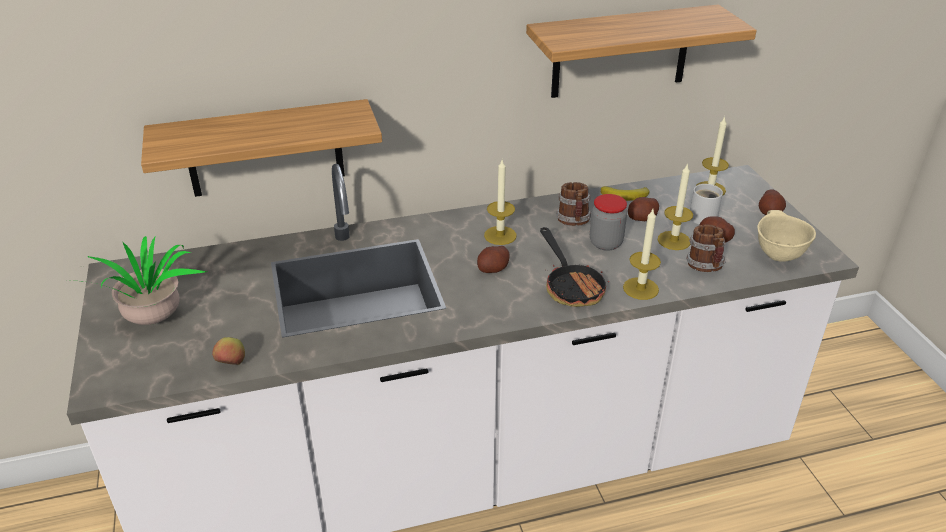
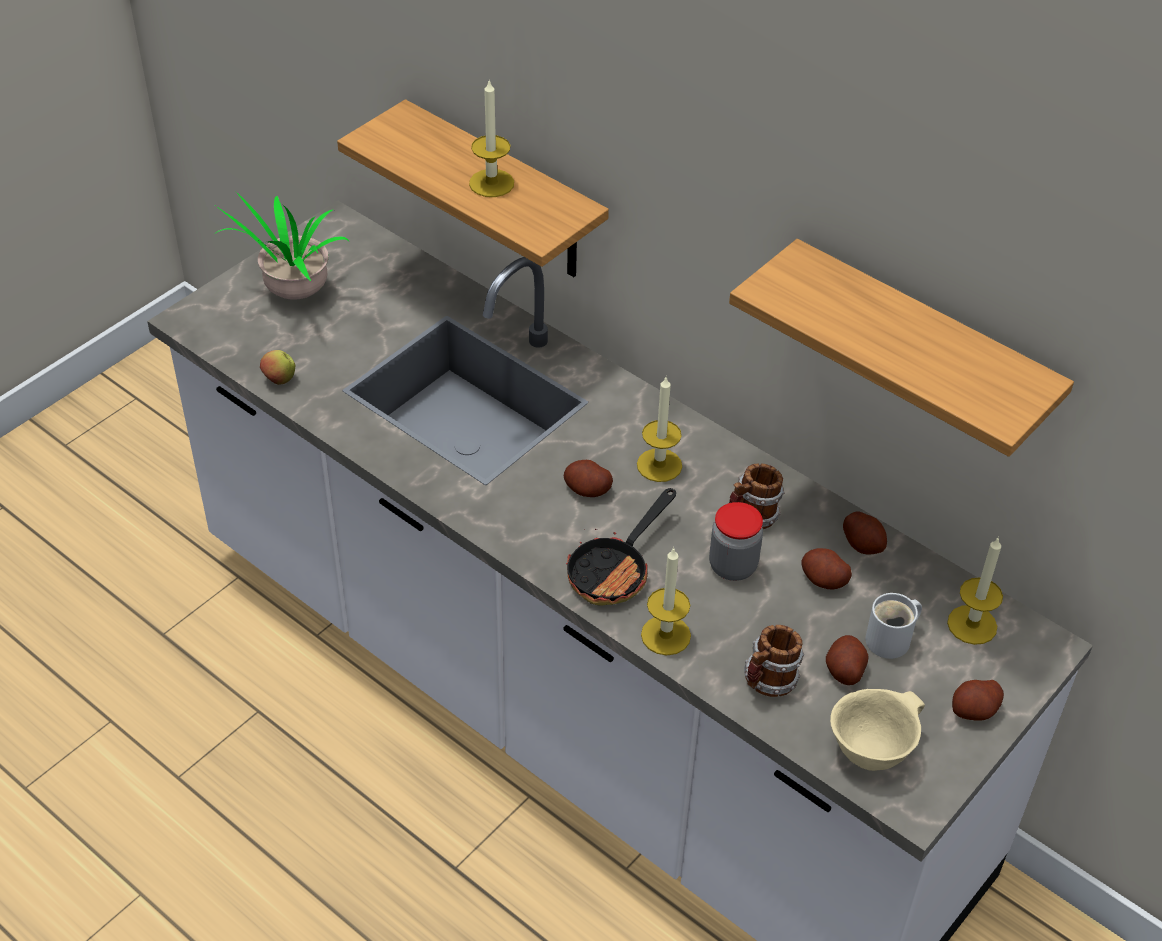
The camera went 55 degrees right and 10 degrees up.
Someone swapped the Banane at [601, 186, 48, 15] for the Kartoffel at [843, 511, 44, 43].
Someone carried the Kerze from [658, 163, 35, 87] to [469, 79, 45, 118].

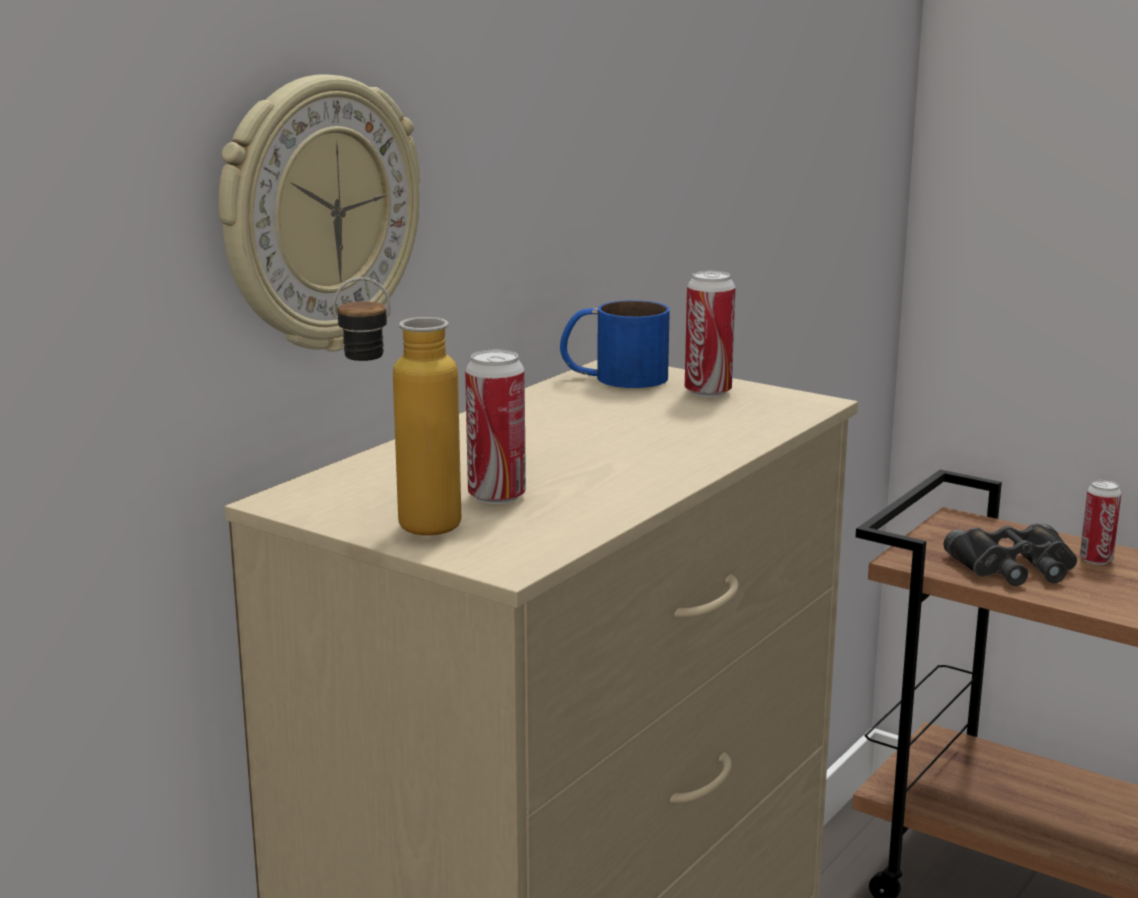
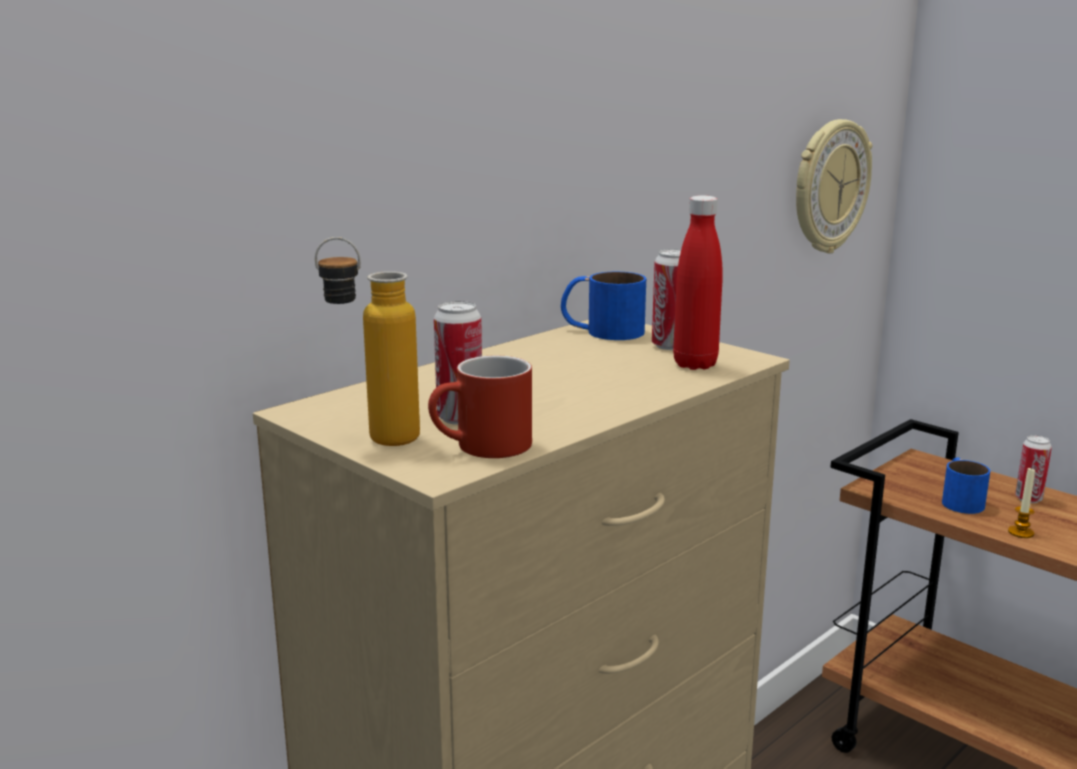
The camera went 10 degrees right and 0 degrees up.
Someone carried the Wanduhr from [219, 74, 201, 278] to [796, 119, 77, 134].
Someone swapped the Fernglas (schwarz) at [944, 523, 133, 63] for the Henkelbecher (blau) at [942, 458, 48, 56].
Someone put down the Henkelbecher (rot) at [428, 356, 104, 102].
Someone put down the Flasche (rot) at [673, 195, 50, 175].
Someone put down the Kerze at [1008, 467, 27, 71].

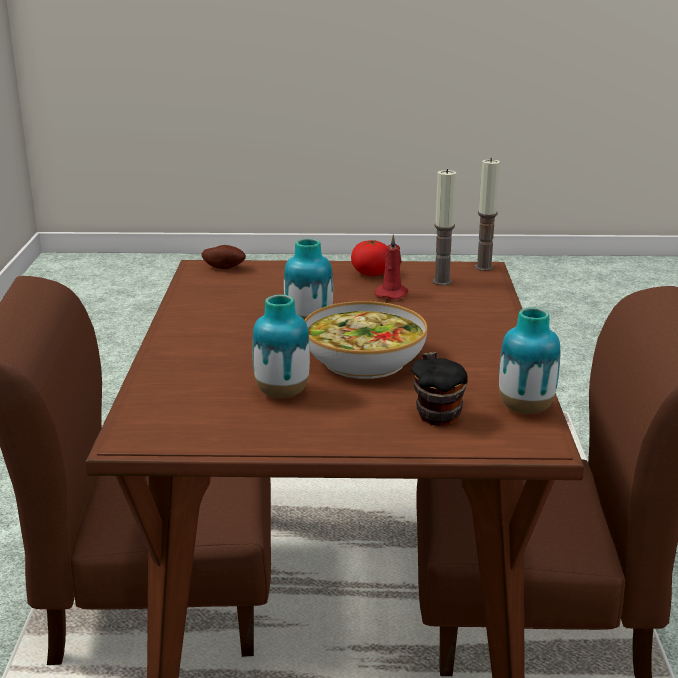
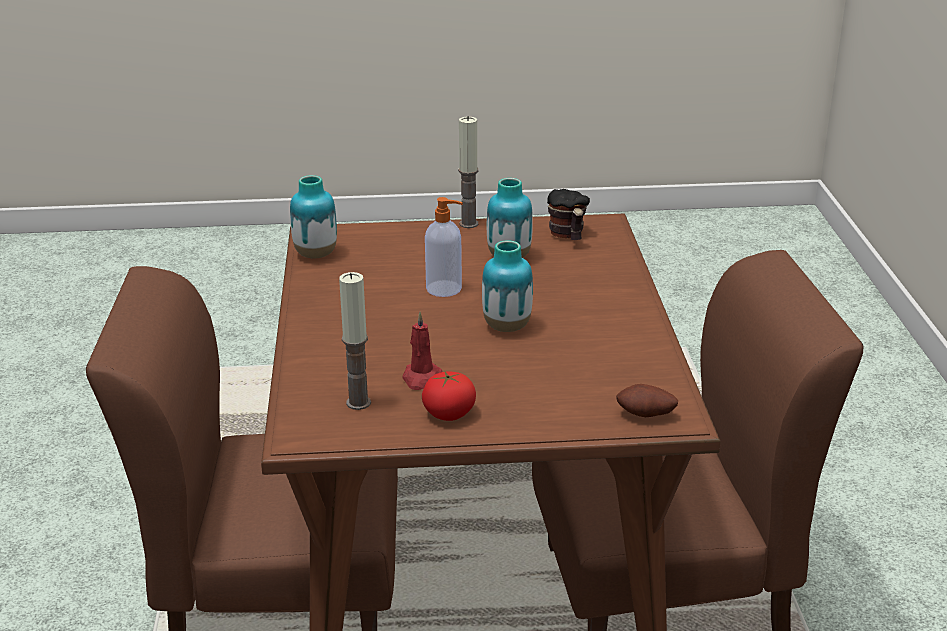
The camera went 175 degrees right and 5 degrees up.
Someone swapped the Schüssel at [305, 301, 122, 78] for the Seifenspender at [425, 197, 38, 100].
Someone carried the Henkelbecher from [411, 352, 57, 74] to [547, 189, 43, 51].
Someone carried the Kerze from [475, 158, 25, 113] to [458, 116, 20, 112].

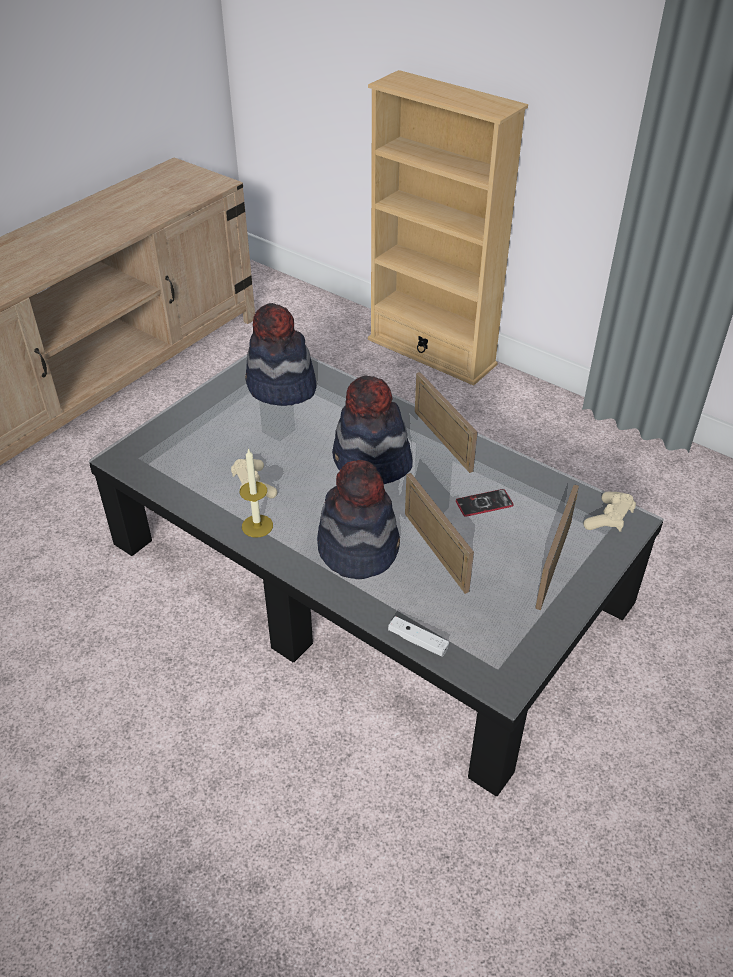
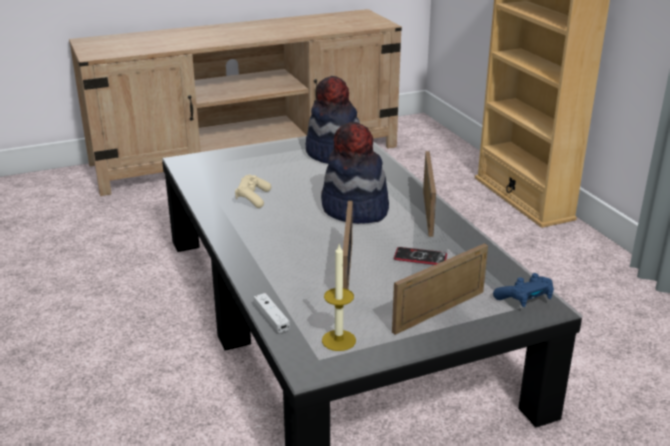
The camera went 30 degrees right and 15 degrees down.
Someone carried the Kerze from [240, 448, 33, 90] to [322, 244, 34, 107].
Someone took away the Hut at [317, 460, 83, 119].
Someone repainted the Gamepad (beige) at [583, 492, 53, 40], which became the Gamepad (blau) at [493, 273, 61, 34].

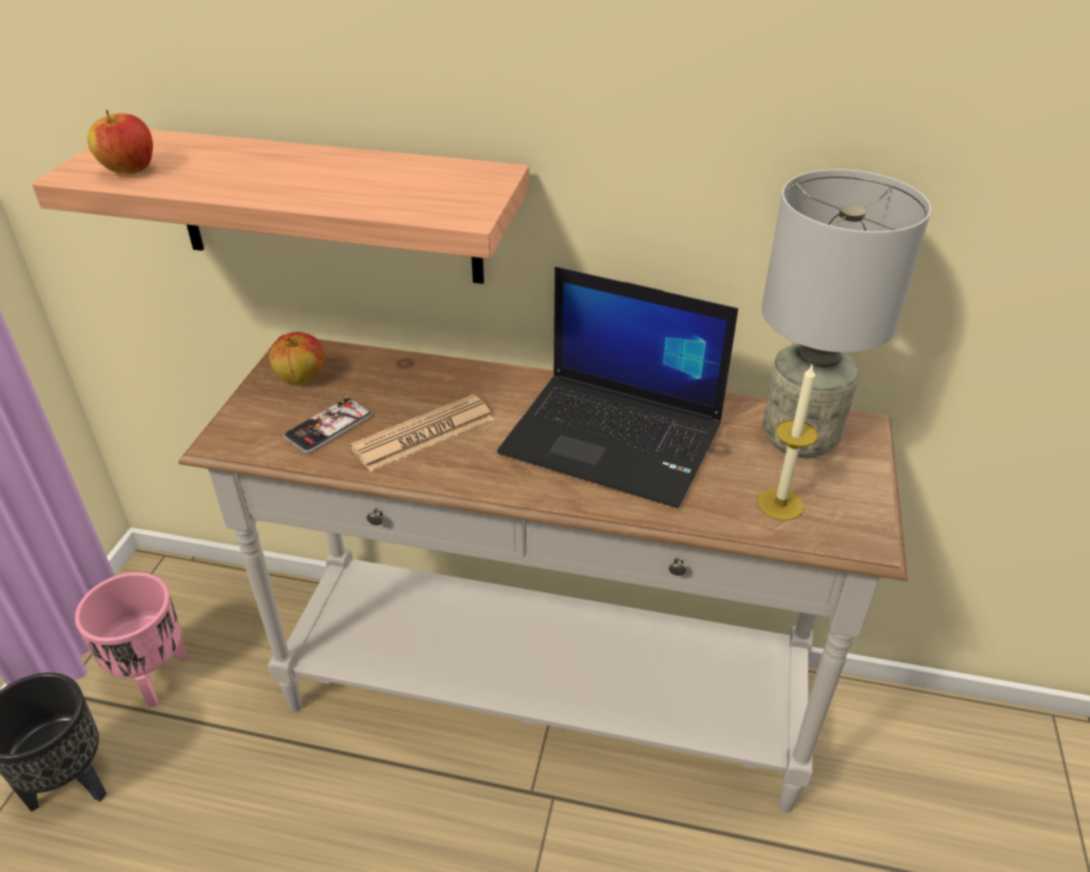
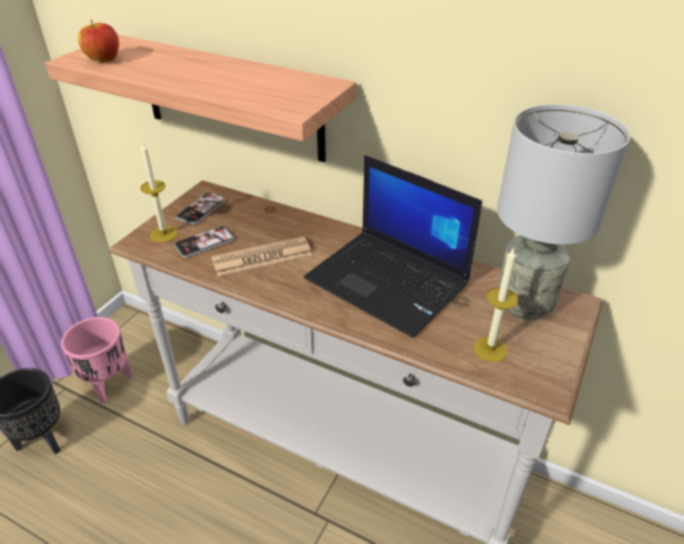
The camera went 15 degrees right and 0 degrees up.
Someone swapped the Apfel at [269, 332, 56, 52] for the Handy at [176, 193, 50, 32].
Someone put down the Kerze at [141, 143, 37, 99].

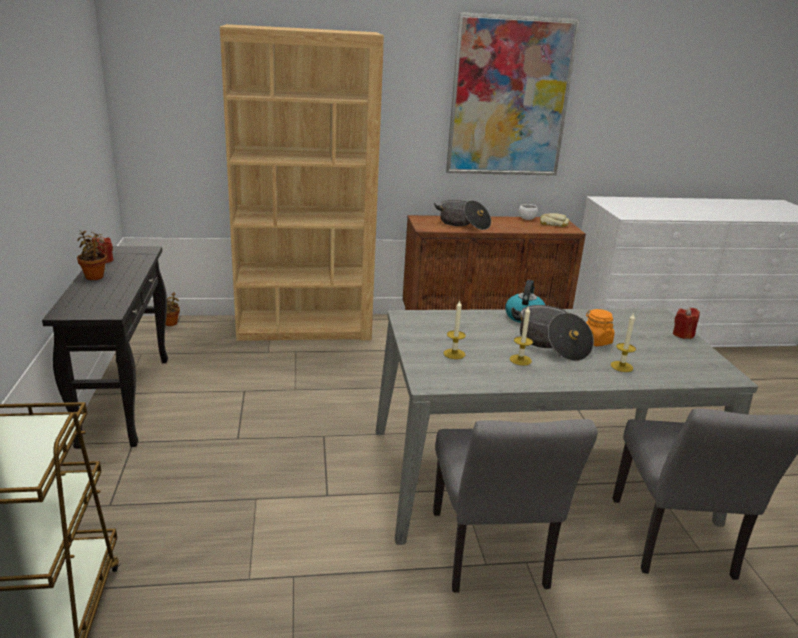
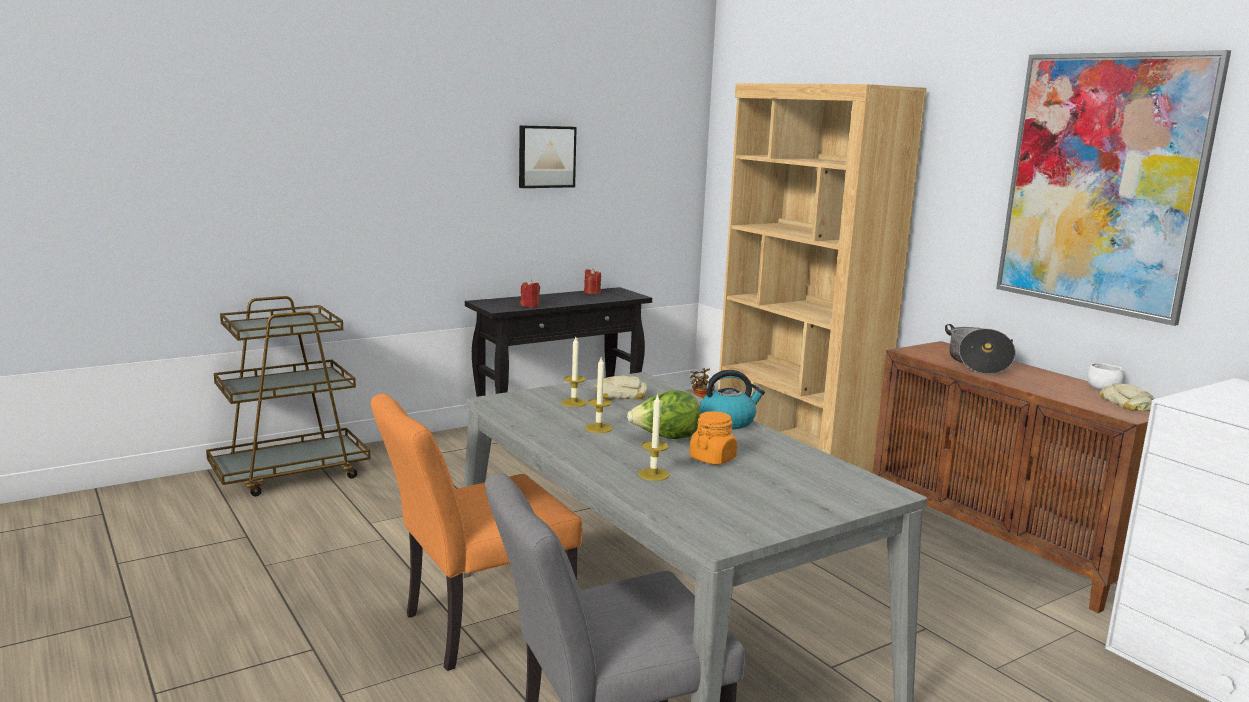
The camera went 65 degrees right and 10 degrees down.
Someone took away the Topfpflanze at [77, 230, 30, 50].
Someone repainted the Stuhl (grau) at [433, 419, 165, 174], which became the Stuhl (orange) at [371, 394, 211, 277].
Someone swapped the Kochtopf at [511, 305, 83, 56] for the Salatkopf at [627, 390, 74, 49].
Someone carried the Kerze (rot) from [673, 307, 27, 32] to [520, 280, 20, 27].
Someone put up the Bild at [519, 125, 58, 63].
Someone put down the Brot at [595, 376, 52, 23].

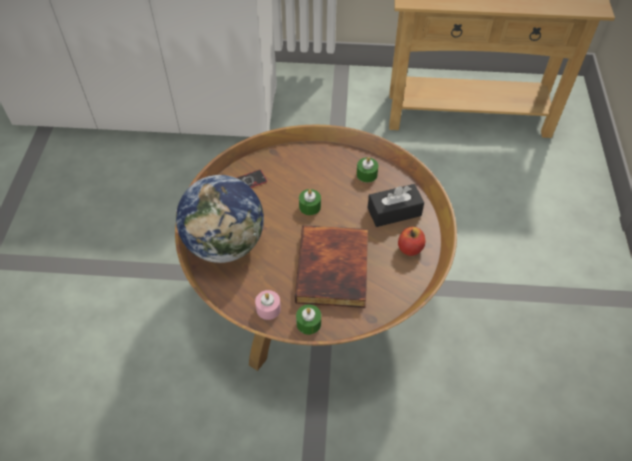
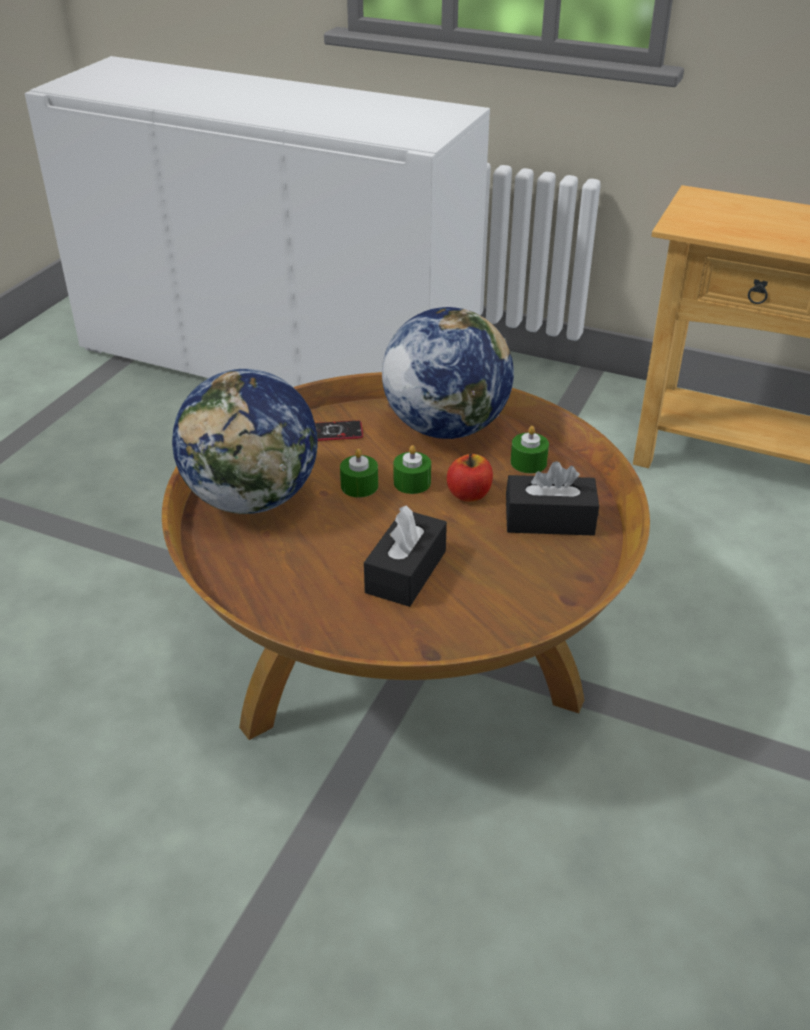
The camera went 20 degrees right and 15 degrees down.
Someone took away the Kerze (rosa) at [255, 290, 26, 30].
Someone swapped the Buch at [295, 225, 73, 83] for the Taschentuchbox (schwarz) at [364, 506, 83, 101].
Someone carried the Kerze (grün) from [296, 304, 25, 31] to [340, 449, 38, 48].
Someone carried the Apfel from [398, 227, 27, 29] to [447, 454, 46, 47].
Someone put down the Globus at [382, 307, 132, 132].

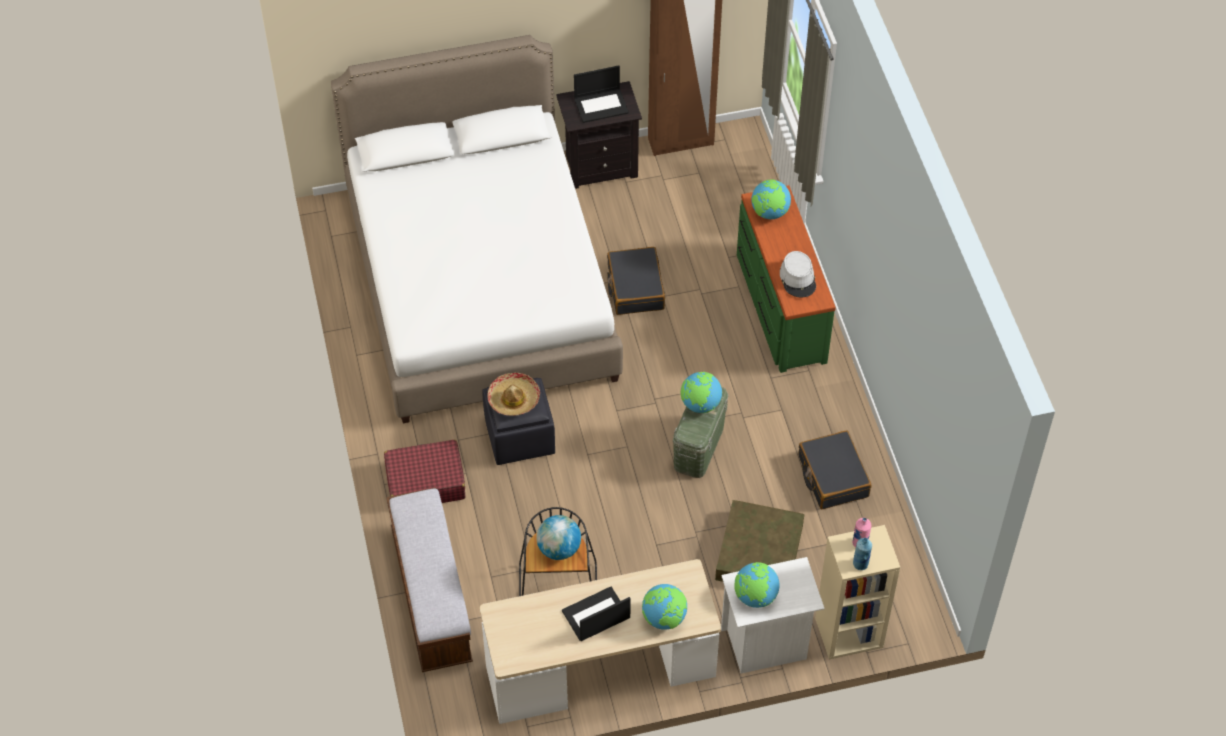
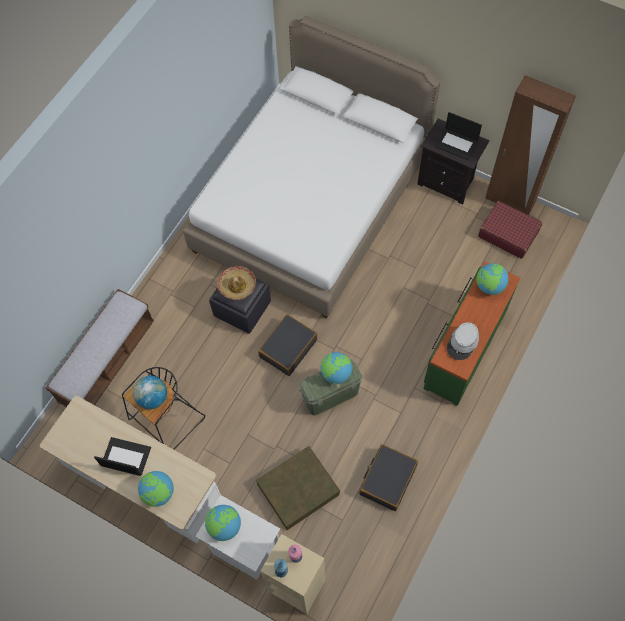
The camera went 45 degrees right and 10 degrees up.
Someone carried the Koffer (rot) from [384, 440, 81, 63] to [478, 201, 65, 58].
Someone carried the Koffer (schwarz) from [607, 247, 58, 68] to [258, 314, 59, 62].

